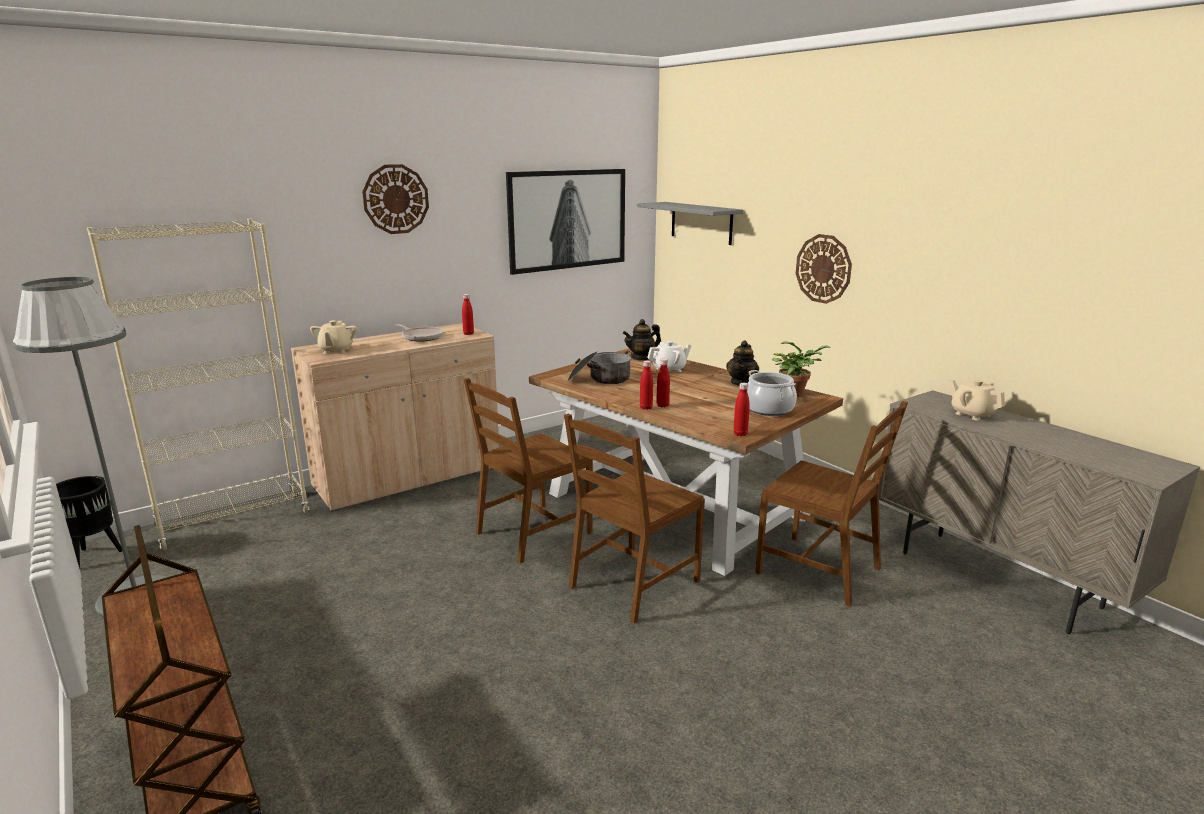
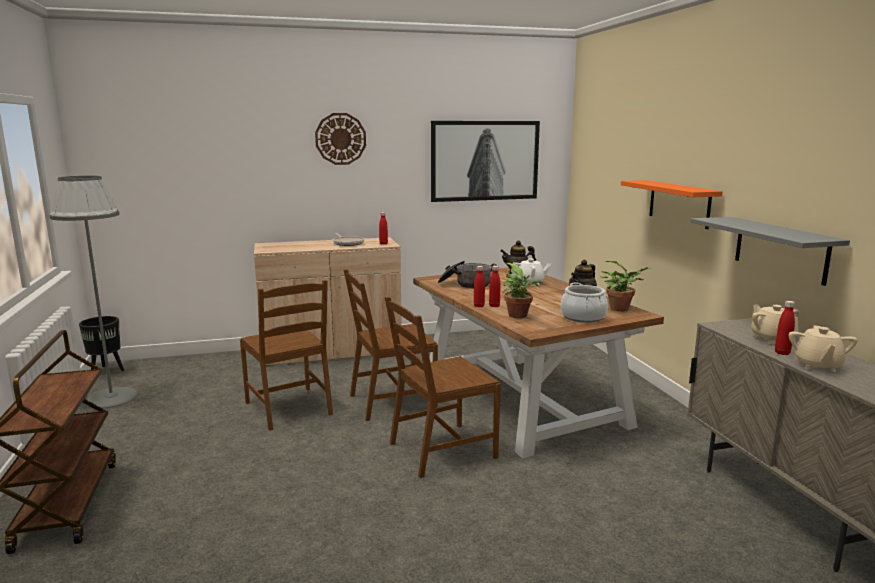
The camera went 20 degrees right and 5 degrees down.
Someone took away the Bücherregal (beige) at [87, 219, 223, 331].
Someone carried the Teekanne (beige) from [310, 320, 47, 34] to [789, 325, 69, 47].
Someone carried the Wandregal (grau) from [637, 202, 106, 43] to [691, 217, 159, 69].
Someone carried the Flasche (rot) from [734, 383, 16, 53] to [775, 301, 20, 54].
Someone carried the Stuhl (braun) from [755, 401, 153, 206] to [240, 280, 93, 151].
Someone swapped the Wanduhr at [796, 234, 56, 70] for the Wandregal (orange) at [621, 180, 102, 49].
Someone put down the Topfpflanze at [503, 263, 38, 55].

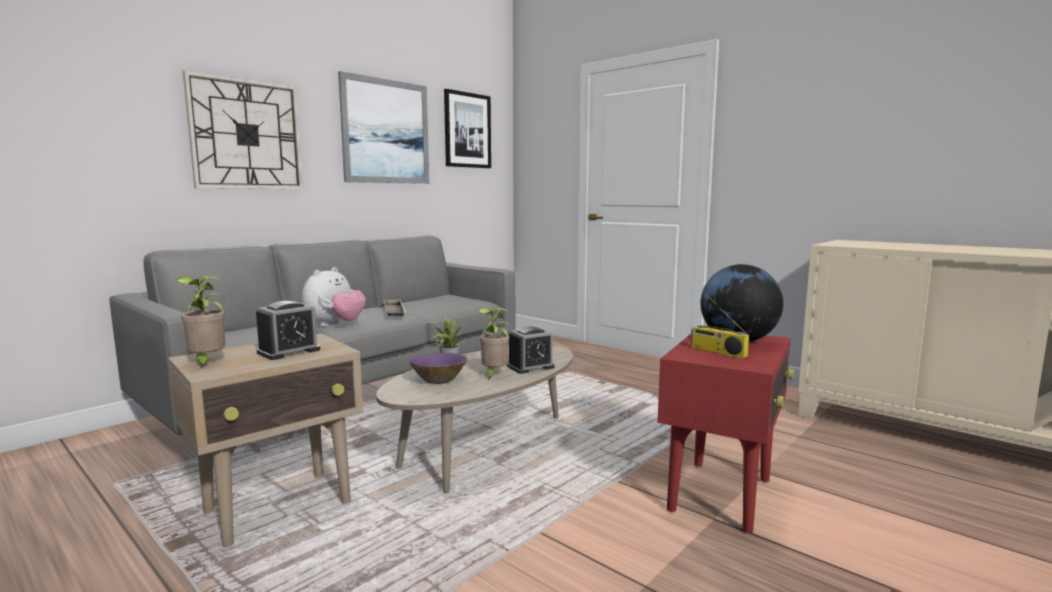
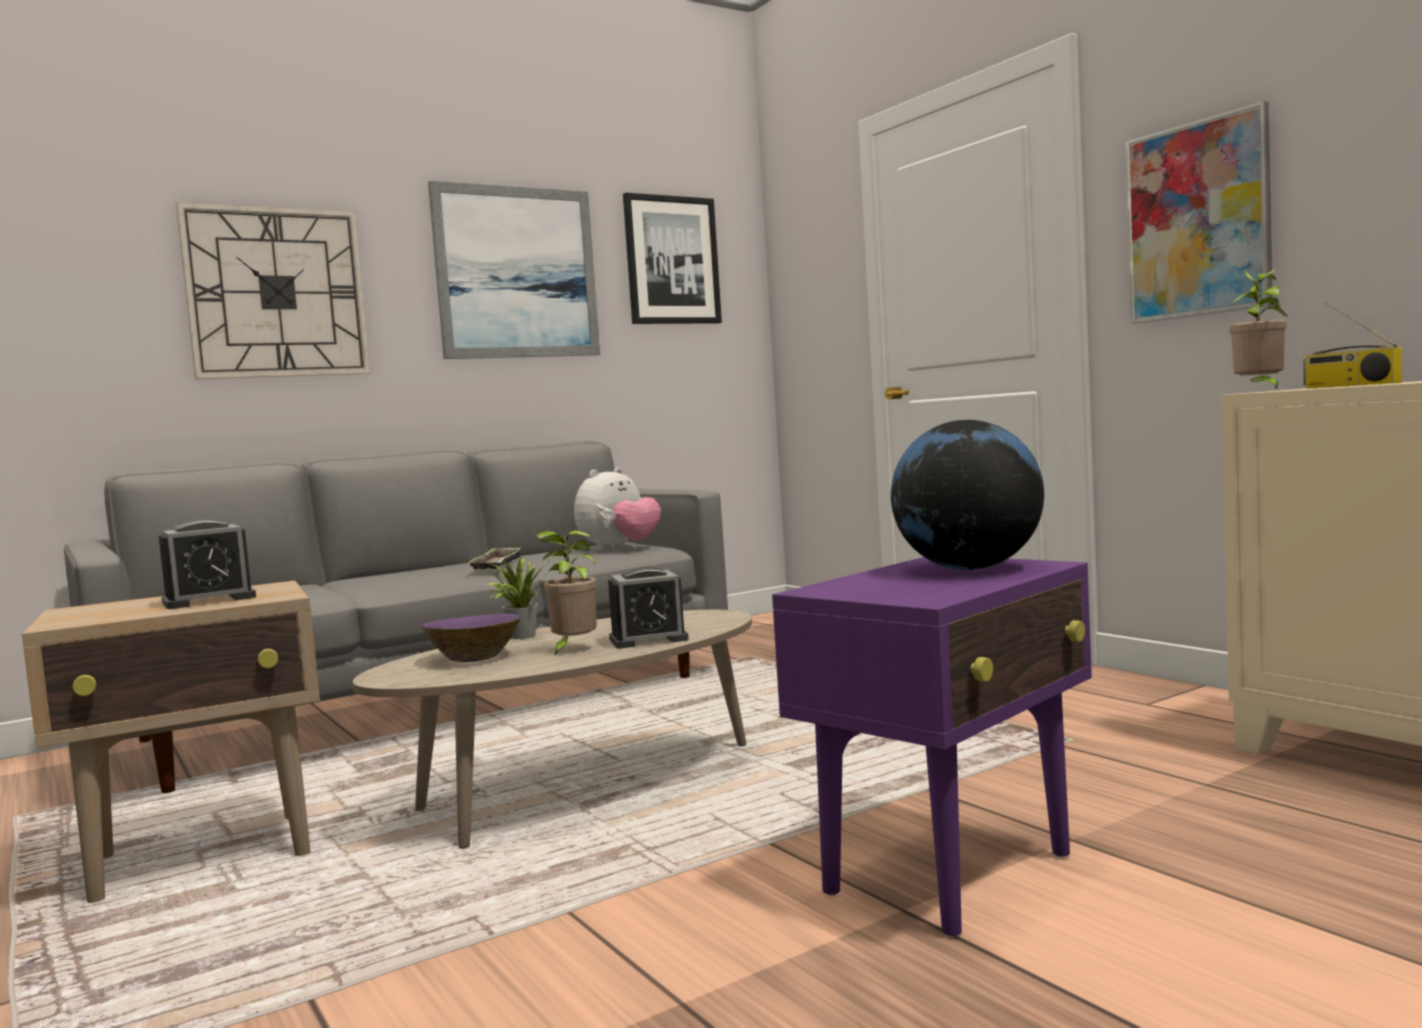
The camera went 15 degrees right and 5 degrees down.
Someone carried the Topfpflanze from [176, 275, 49, 93] to [1229, 269, 59, 121].
Someone carried the Plüschtier from [302, 267, 64, 60] to [574, 467, 87, 84].
Someone repainted the Beistelltisch (rot) at [658, 334, 136, 199], which became the Beistelltisch (lila) at [772, 557, 320, 380].
Someone carried the Radio from [691, 295, 58, 63] to [1303, 302, 99, 87].
Someone put up the Bild at [1125, 101, 148, 223].

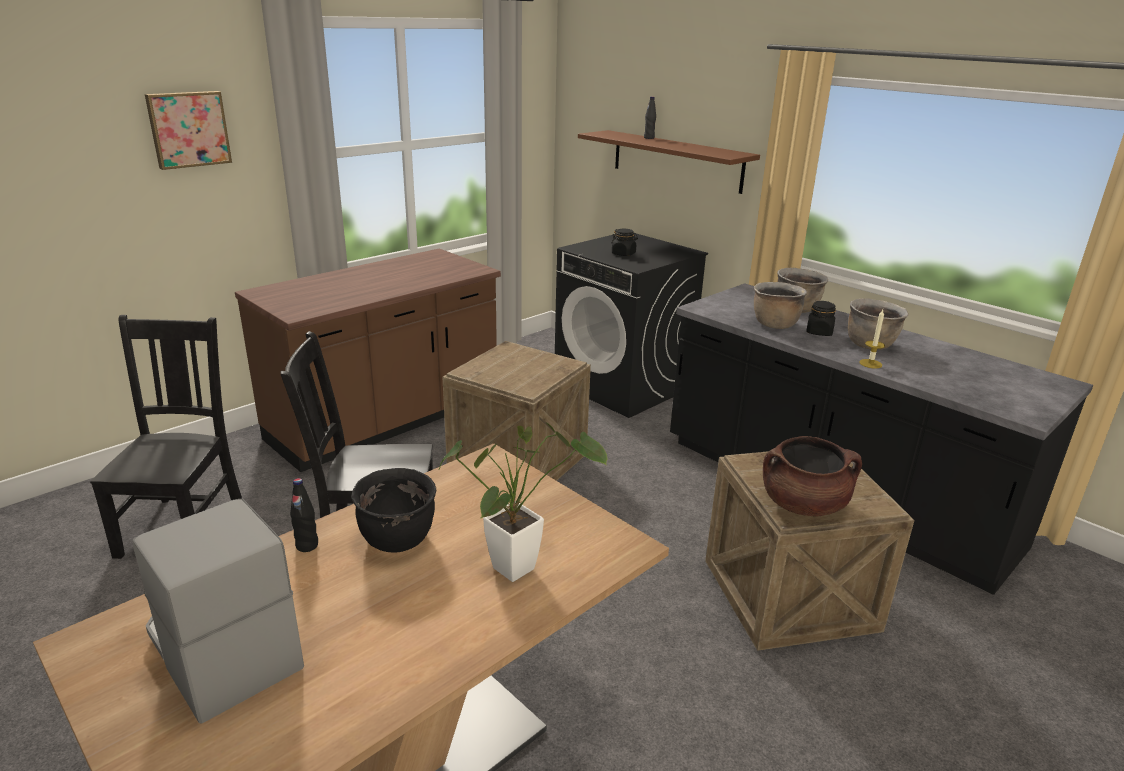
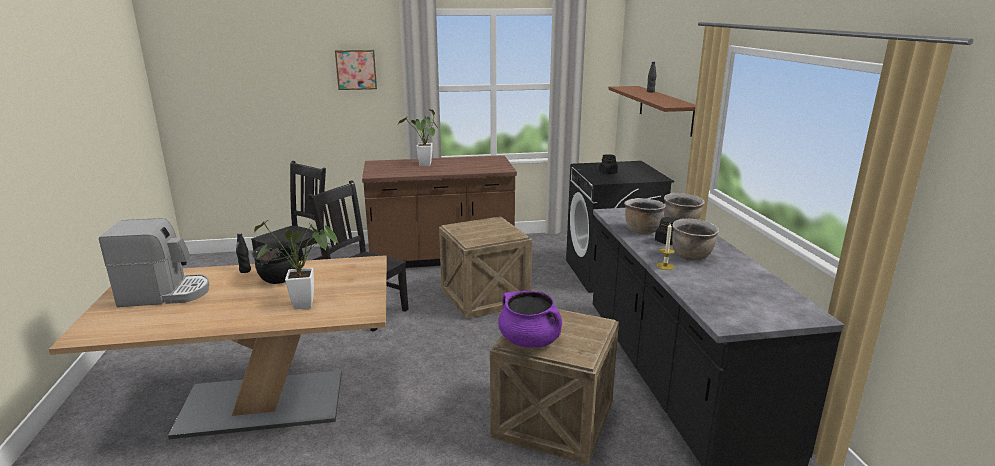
The camera went 35 degrees right and 5 degrees down.
Someone rotated the Kaffeemaschine at [132, 498, 172, 226] by 90 degrees clockwise.
Someone repainted the Kochtopf (braun) at [763, 436, 99, 81], which became the Kochtopf (lila) at [498, 291, 64, 56].
Someone put down the Topfpflanze at [398, 109, 41, 57].

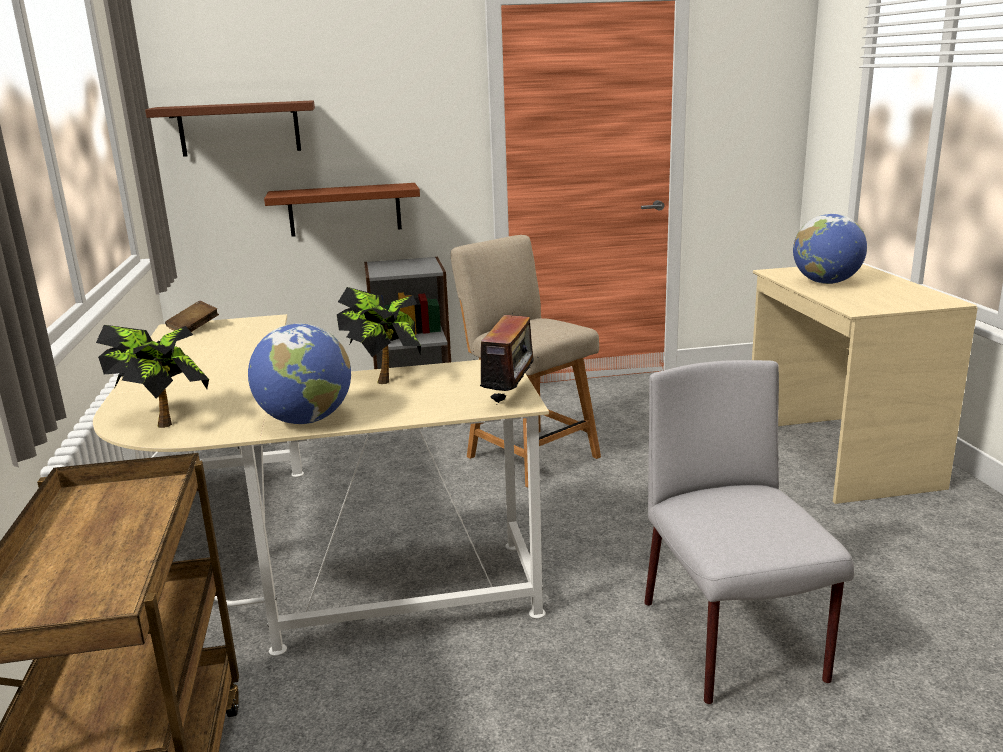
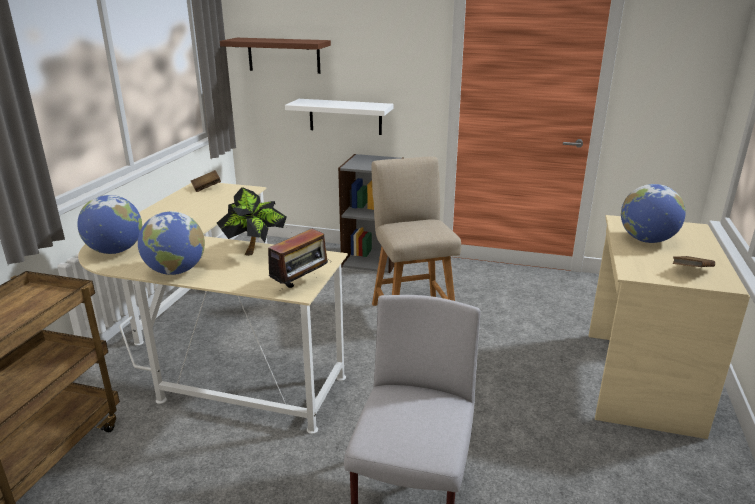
The camera went 25 degrees right and 5 degrees up.
Someone swapped the Topfpflanze at [96, 325, 113, 103] for the Globus at [77, 195, 65, 59].
Someone repainted the Wandregal (braun) at [264, 183, 156, 54], which became the Wandregal (weiß) at [285, 99, 109, 36].
Someone put down the Buch (braun) at [672, 256, 43, 11].

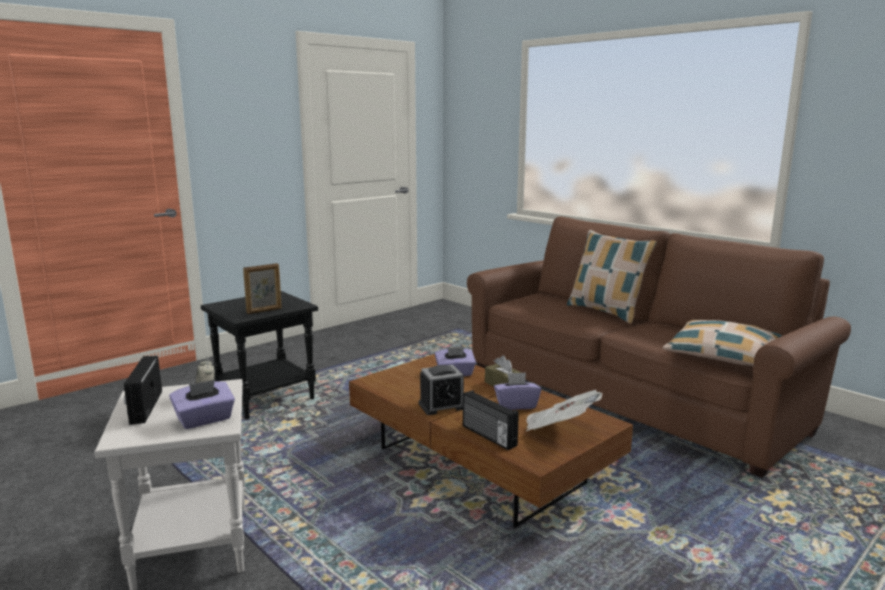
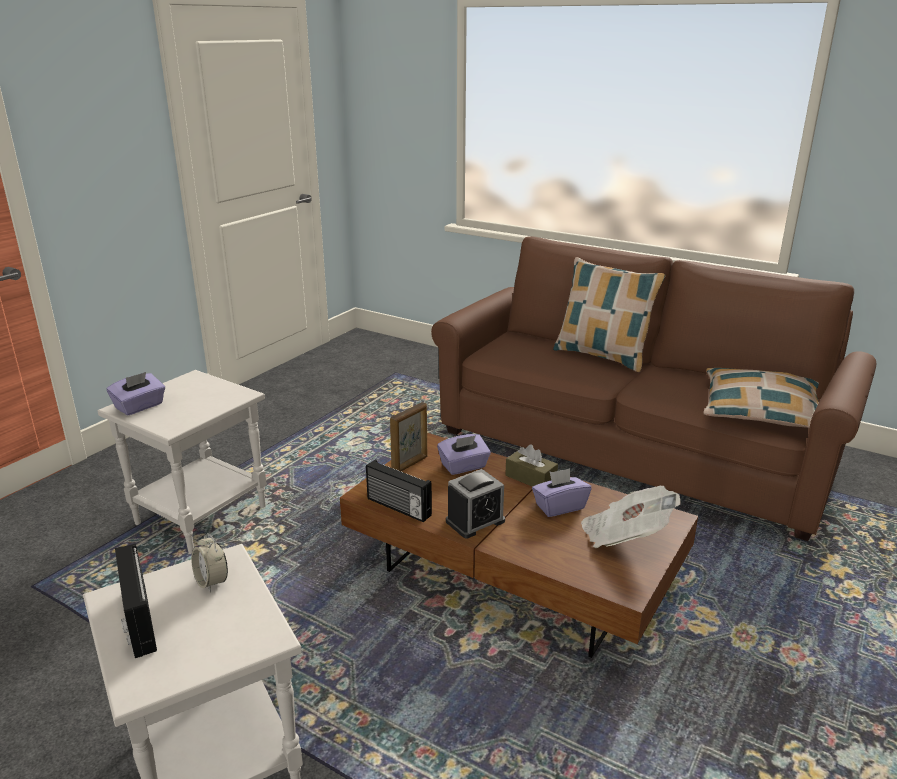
The camera went 15 degrees left and 10 degrees up.
Someone carried the Taschentuchbox (lila) from [169, 380, 66, 49] to [107, 372, 58, 44].
Someone repainted the Beistelltisch (schwarz) at [201, 291, 117, 128], which became the Beistelltisch (weiß) at [98, 370, 169, 183].
Someone carried the Bilderrahmen from [243, 263, 39, 51] to [390, 402, 37, 69].
Someone carried the Radio from [463, 390, 56, 60] to [366, 460, 66, 62].

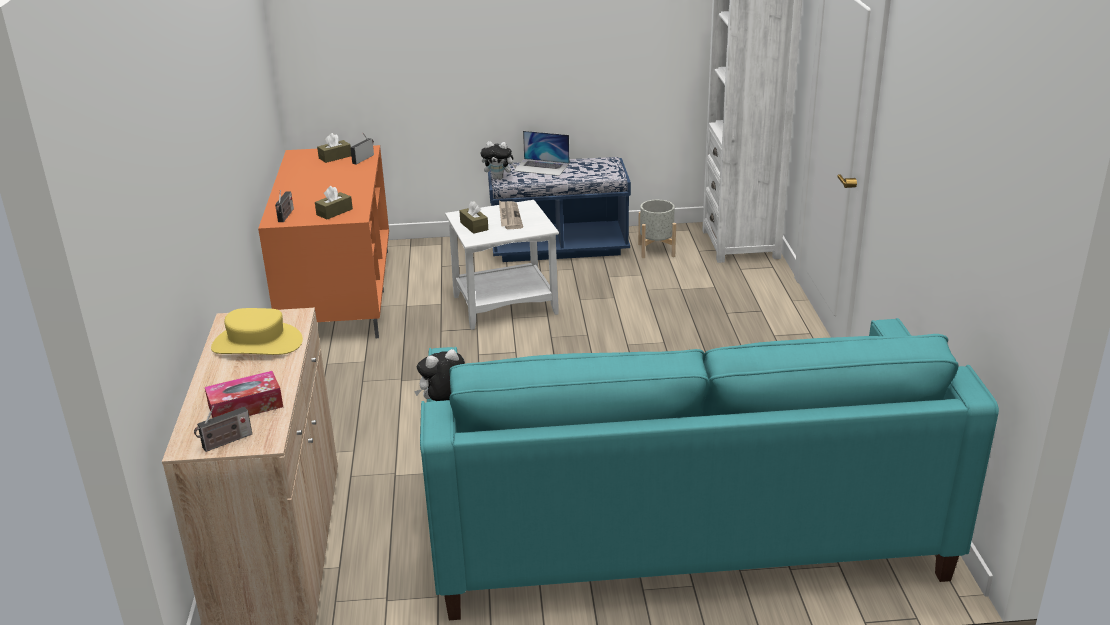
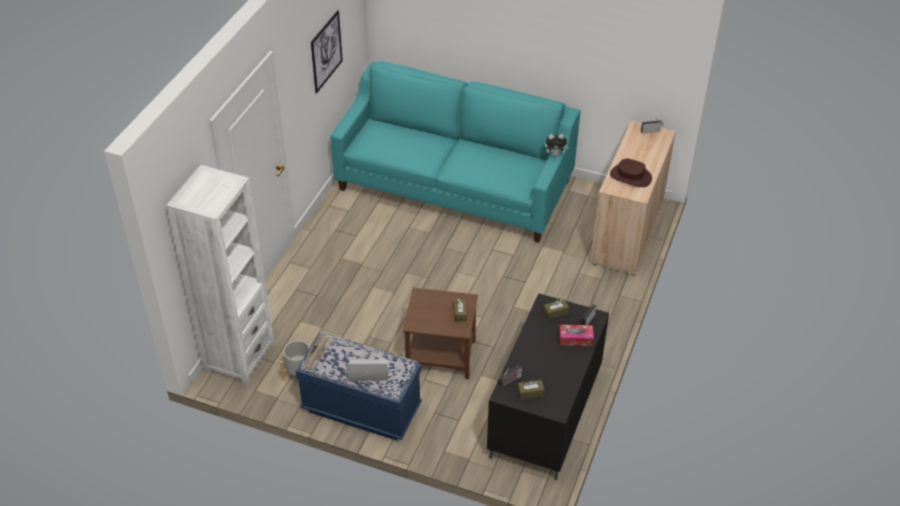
The camera went 155 degrees left and 15 degrees up.
Someone carried the Taschentuchbox from [205, 371, 78, 47] to [559, 325, 35, 21].
Someone repainted the Hut (gelb) at [211, 308, 92, 47], which became the Hut (braun) at [610, 159, 42, 28].
Someone repainted the Fernsehschrank (orange) at [258, 145, 131, 193], which became the Fernsehschrank (schwarz) at [487, 293, 122, 187].
Someone repainted the Beistelltisch (weiß) at [445, 200, 114, 130], which became the Beistelltisch (braun) at [403, 288, 75, 92].
Someone took away the Plüschtier at [481, 141, 36, 39].
Someone carried the Zeitung from [499, 201, 24, 28] to [303, 335, 30, 34].
Someone rotated the Laptop at [513, 131, 57, 45] by 45 degrees counterclockwise.
Someone put up the Bild at [311, 10, 32, 84].

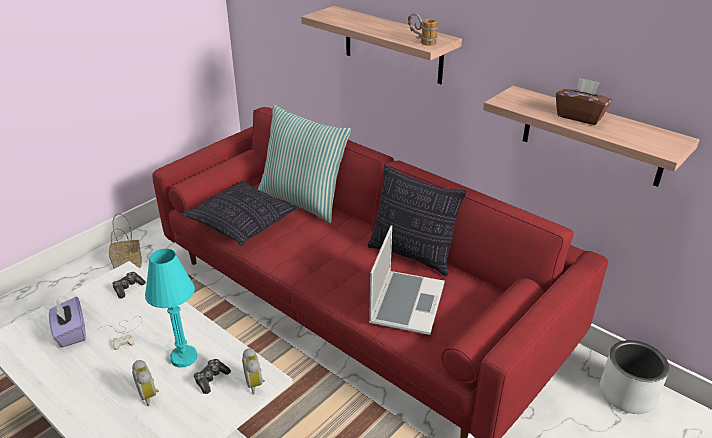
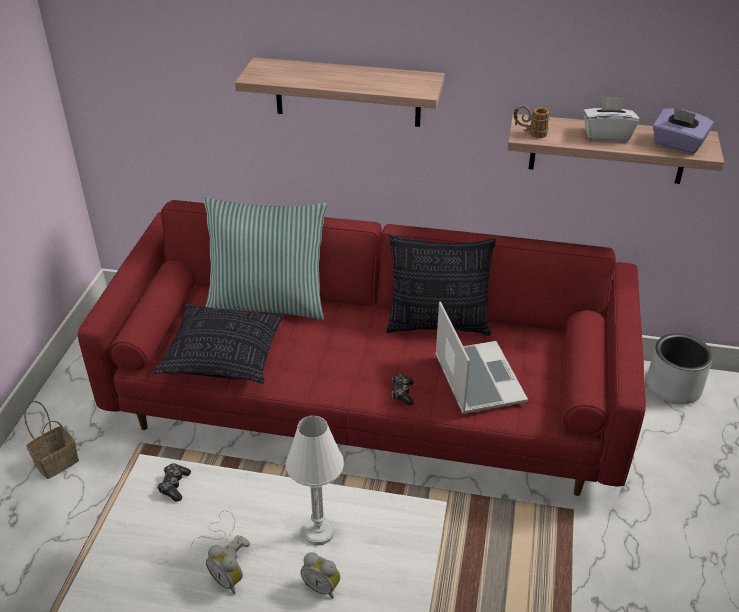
The camera went 30 degrees left and 5 degrees up.
Someone carried the Taschentuchbox (lila) from [49, 297, 37, 50] to [653, 107, 61, 47].
Someone repainted the Tischlampe (türkis) at [145, 249, 52, 119], which became the Tischlampe (weiß) at [286, 416, 58, 129].
Someone carried the Gamepad from [194, 359, 37, 35] to [392, 374, 22, 31].
Someone carried the Wecker from [242, 348, 23, 46] to [206, 545, 37, 49].
Someone carried the Henkelbecher from [408, 13, 30, 33] to [514, 105, 36, 33].
Someone repainted the Taschentuchbox (braun) at [556, 78, 56, 47], which became the Taschentuchbox (weiß) at [583, 96, 57, 45].

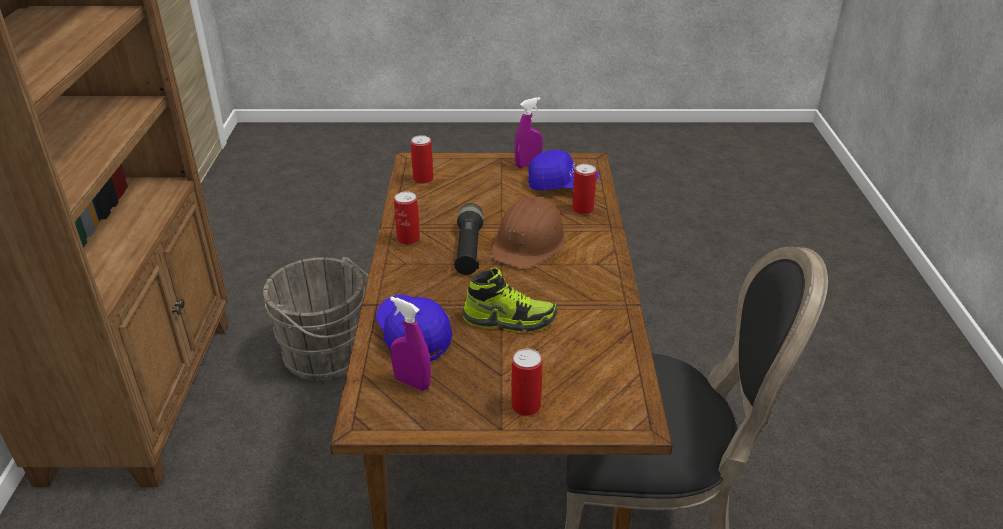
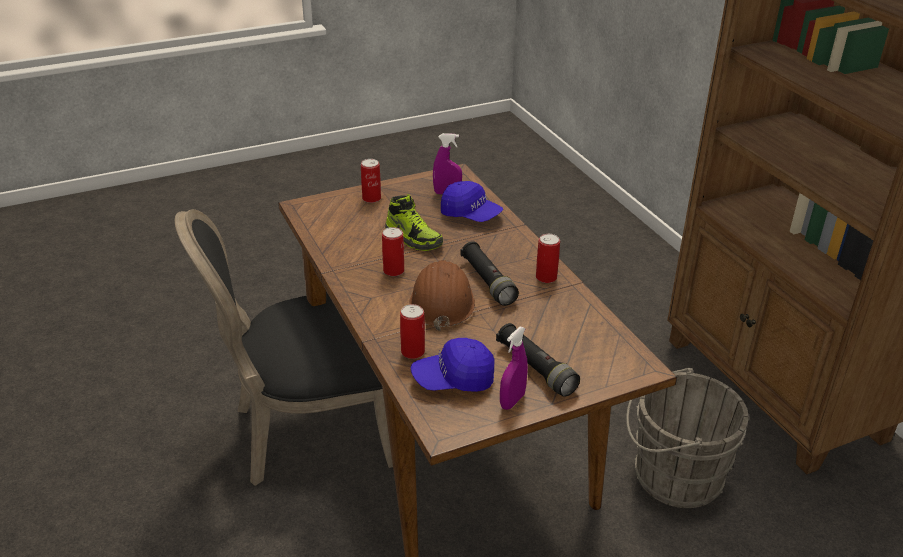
The camera went 155 degrees right and 0 degrees up.
Someone carried the Dose from [411, 135, 22, 49] to [382, 227, 22, 49].
Someone rotated the Schuh at [462, 268, 96, 65] by 120 degrees counterclockwise.
Someone put down the Taschenlampe (schwarz) at [496, 323, 84, 74].

